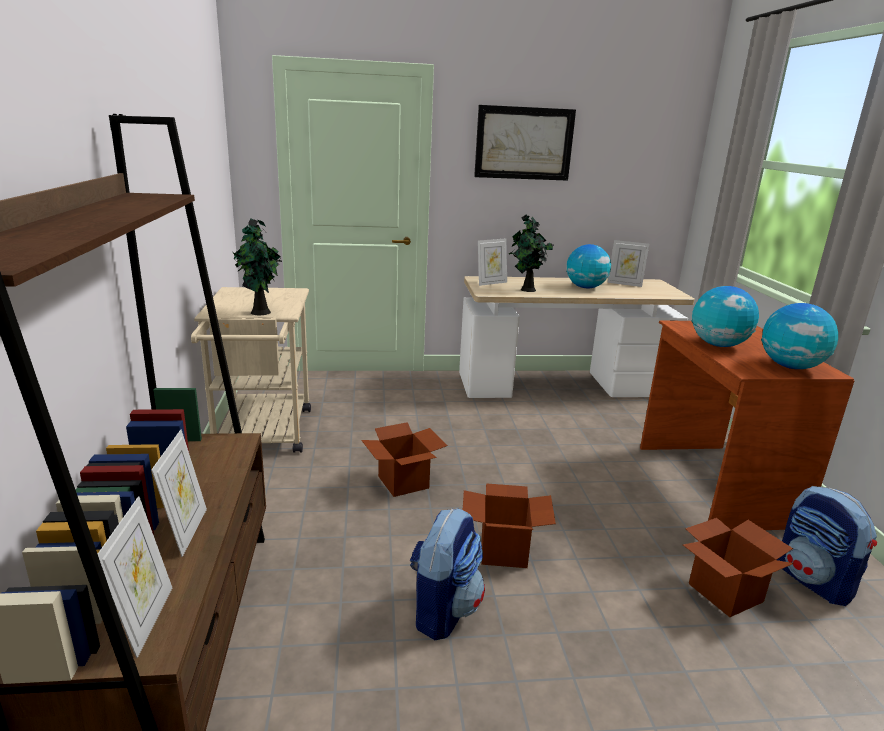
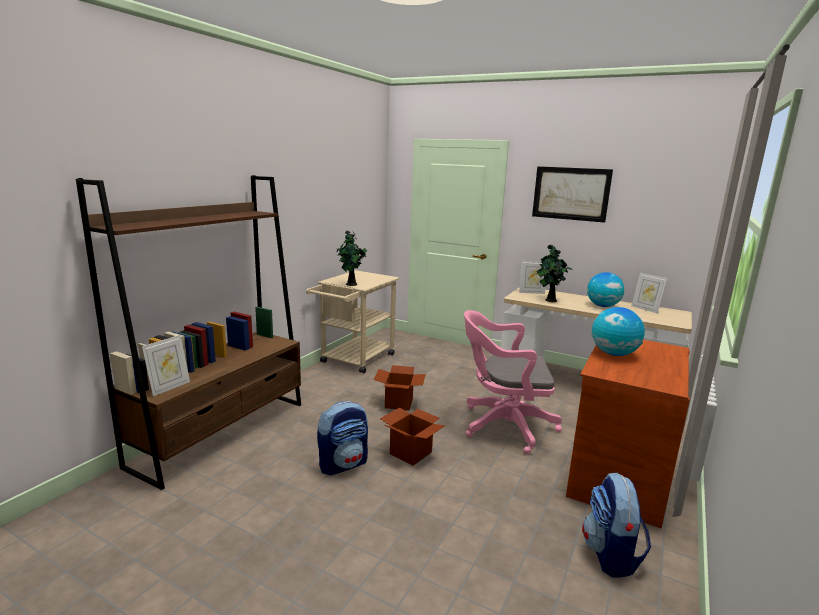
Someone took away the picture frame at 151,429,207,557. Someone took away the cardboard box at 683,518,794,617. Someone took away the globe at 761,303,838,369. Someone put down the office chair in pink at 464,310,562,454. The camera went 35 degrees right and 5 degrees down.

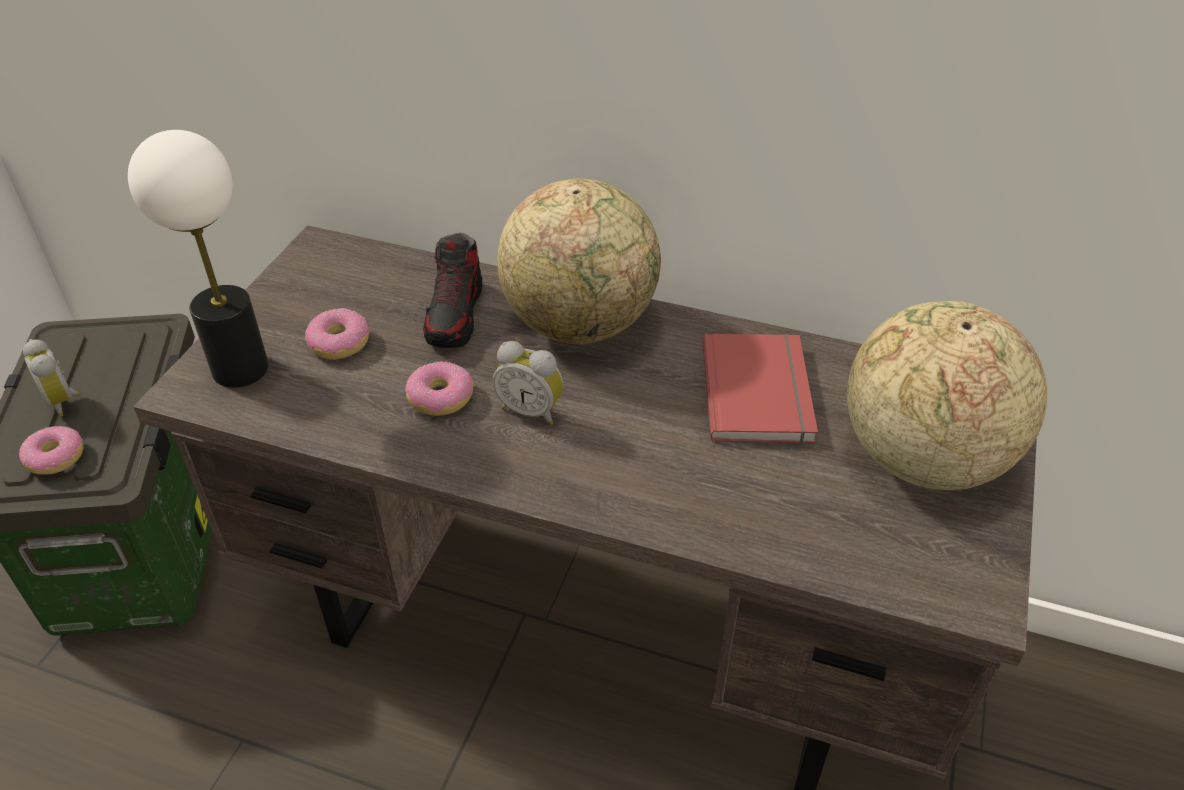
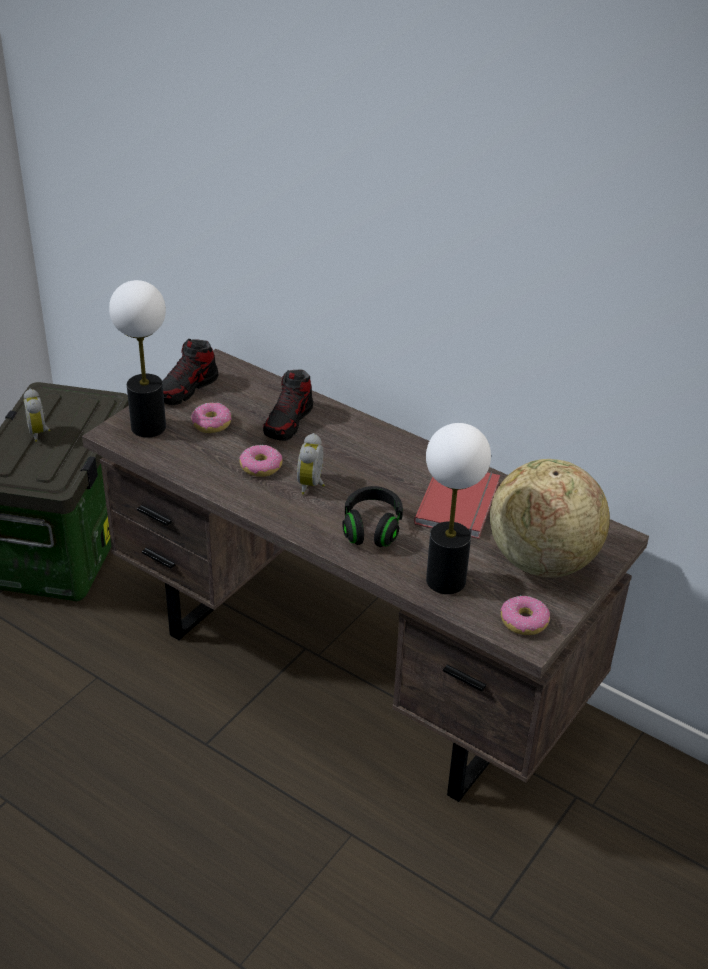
Someone carried the donut from 19,426,84,475 to 500,596,550,635. Someone rotated the alarm clock at 492,341,564,425 by 60 degrees clockwise. Someone took away the globe at 497,179,661,344. Someone put down the shoe at 162,339,218,405. Someone put down the headphones in black at 342,486,403,547. Someone put down the table lamp at 426,423,491,594. The camera went 15 degrees right and 5 degrees down.

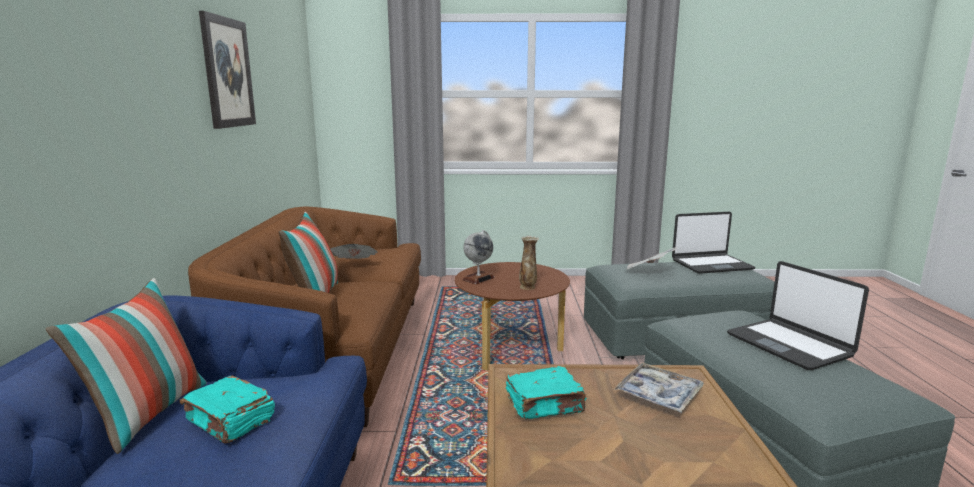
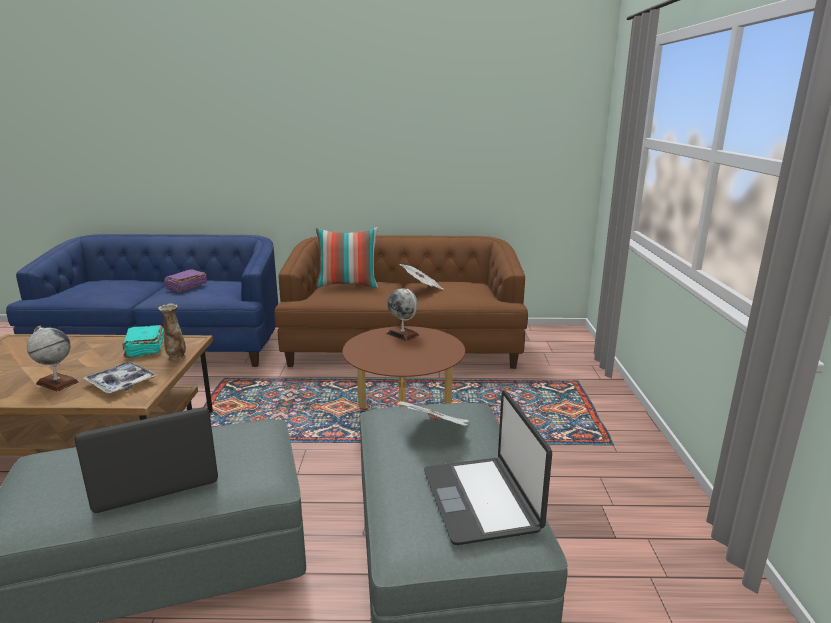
Someone took away the pillow at 46,278,207,454. Someone repainted the book in turquoise at 180,376,275,443, which became the book in purple at 164,269,207,292. Someone took away the picture at 199,11,256,129. Someone carried the vase from 519,236,539,290 to 158,303,186,362. Someone put down the globe at 27,325,79,391. The camera went 90 degrees right and 5 degrees up.

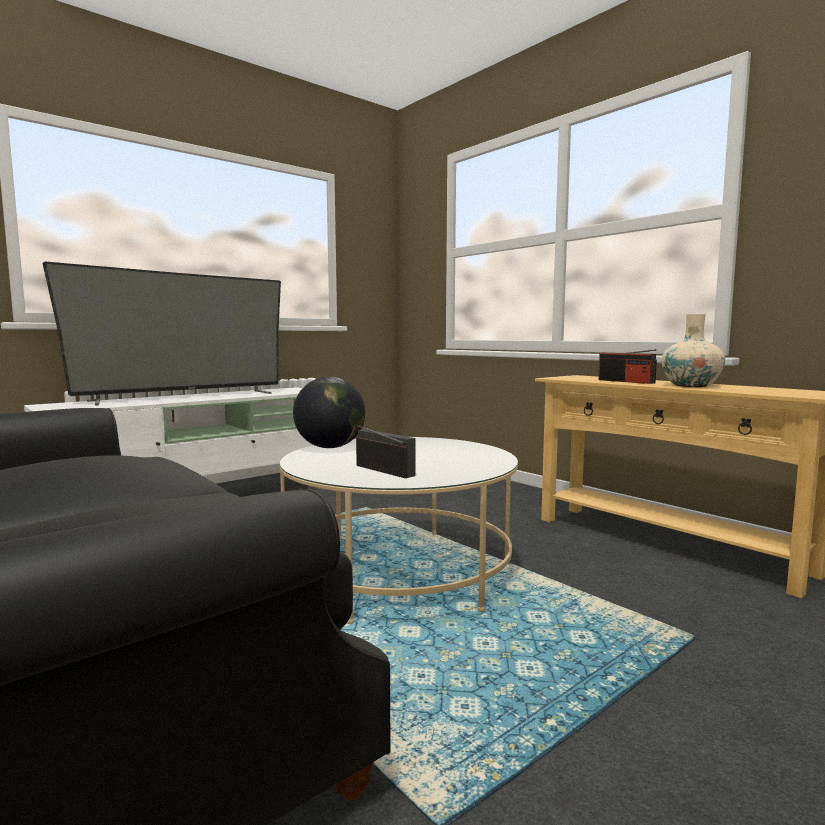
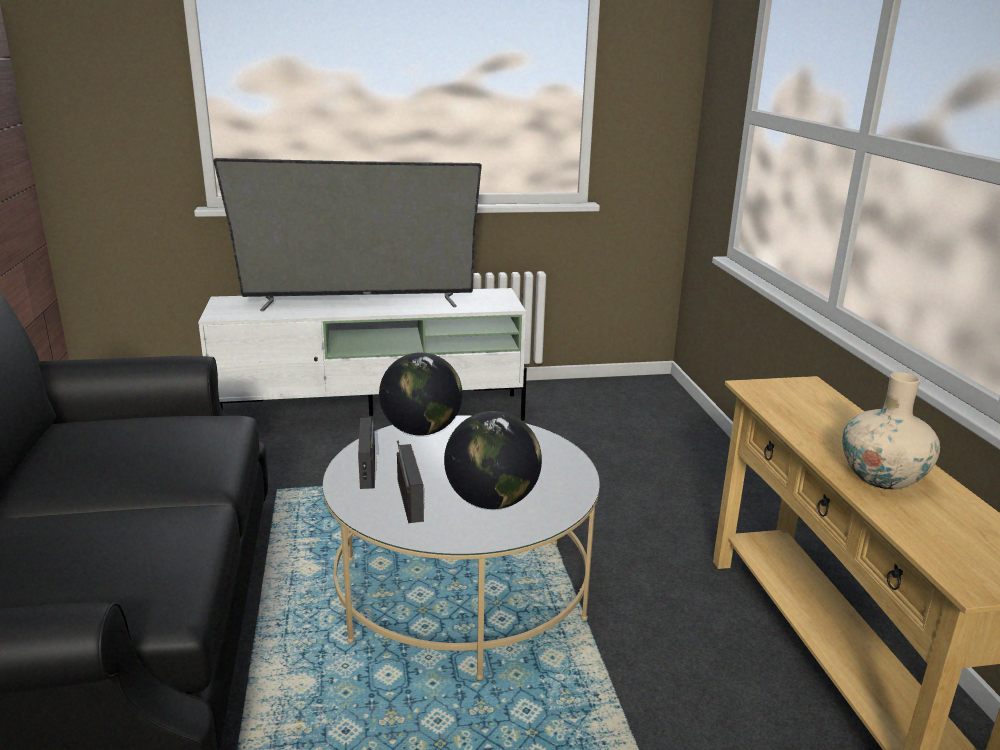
Someone carried the radio from 598,349,657,384 to 358,417,375,489. Someone put down the globe at 444,411,542,509. The camera went 30 degrees right and 15 degrees up.

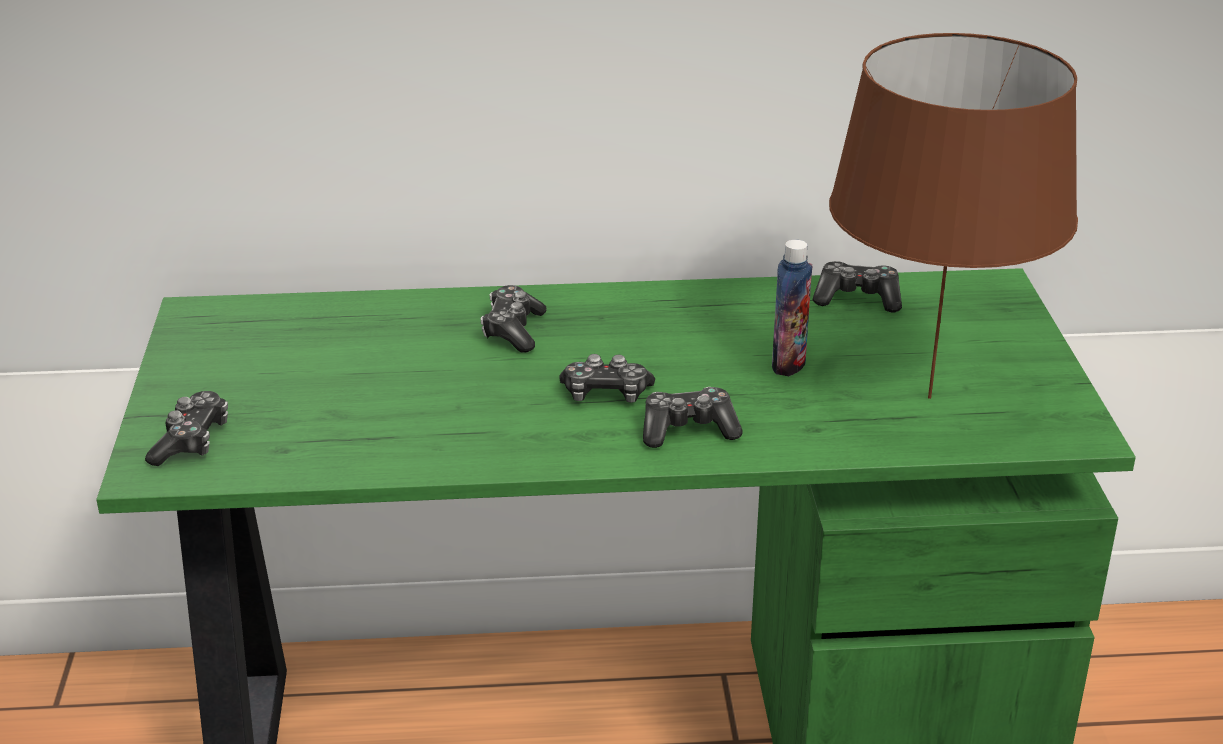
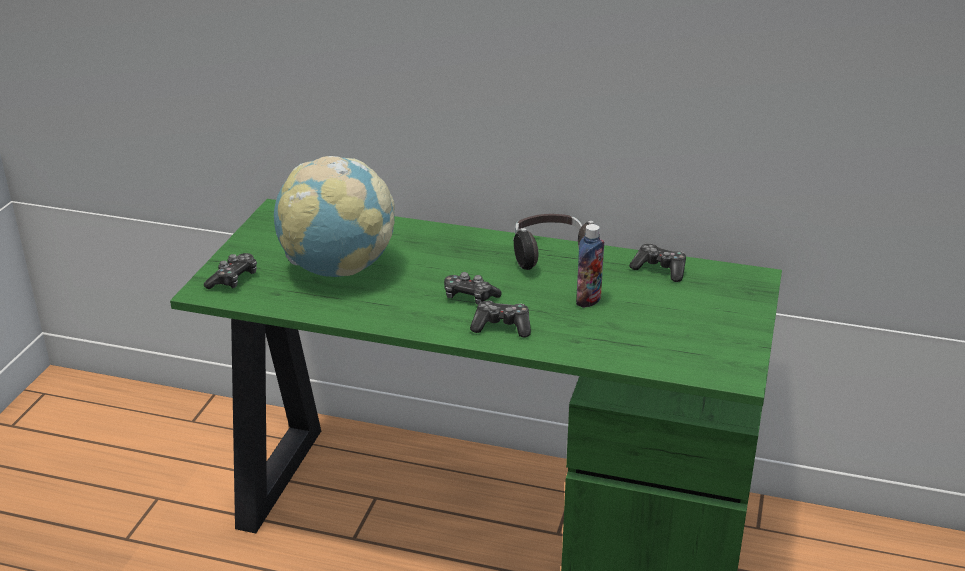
Someone took away the game controller at 480,285,547,353. Someone took away the table lamp in brown at 829,33,1078,399. Someone put down the globe at 274,156,395,277. Someone put down the headphones at 513,214,594,270. The camera went 20 degrees right and 0 degrees up.

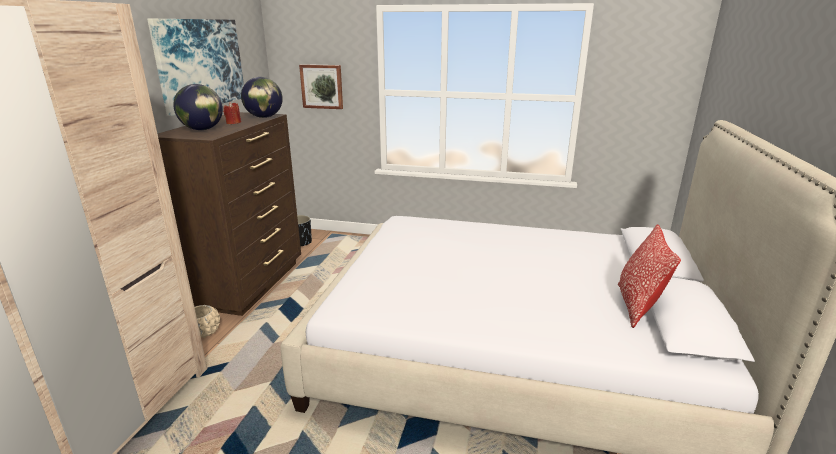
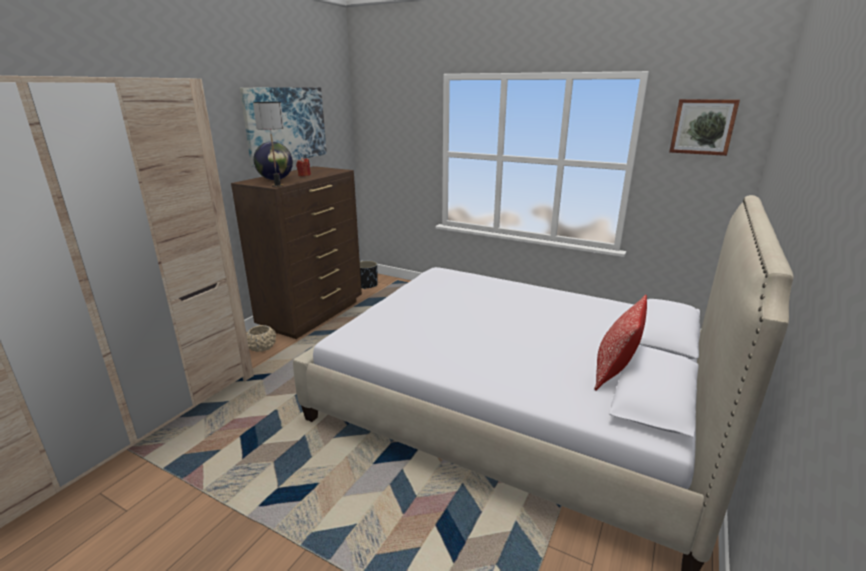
Someone took away the globe at 241,77,283,118. Someone carried the picture from 299,64,343,109 to 669,99,740,156. Someone put down the table lamp at 253,102,284,187. The camera went 15 degrees right and 0 degrees up.

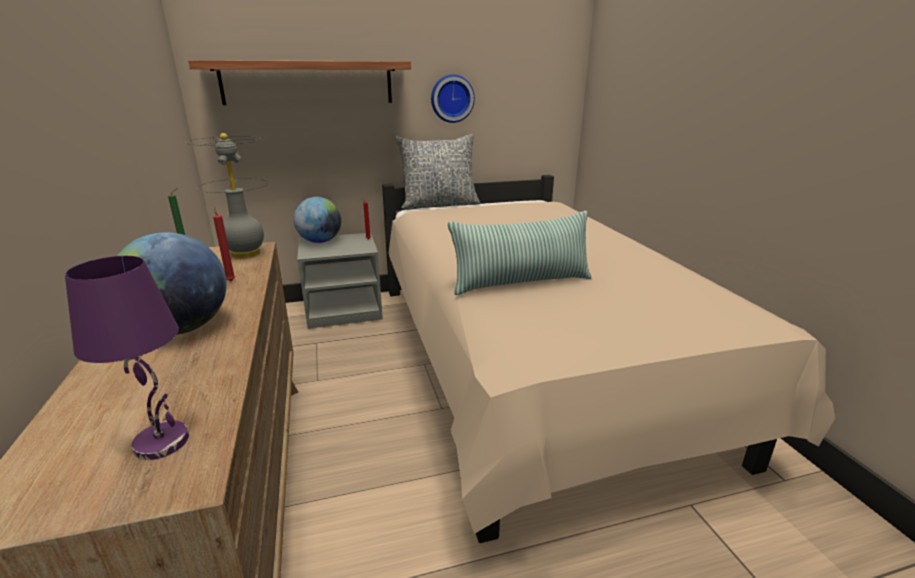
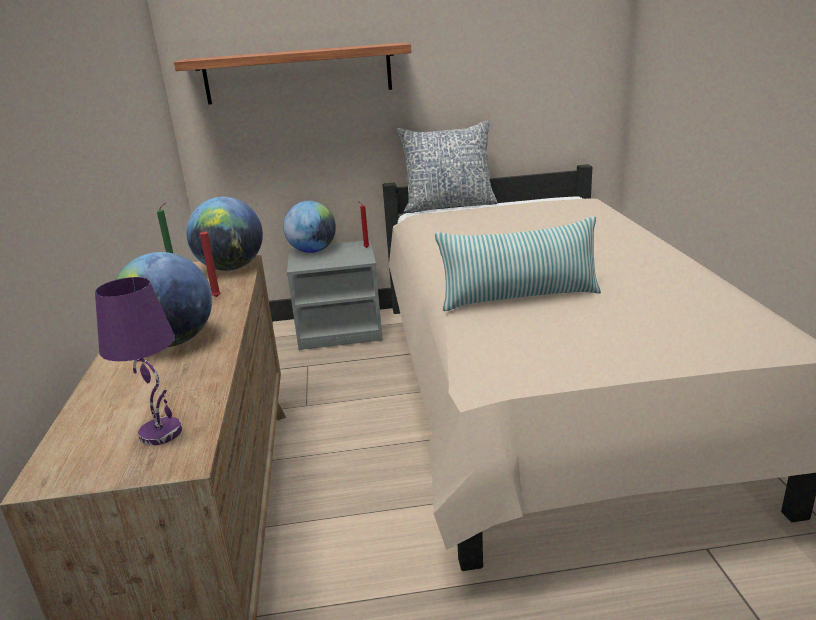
Someone swapped the table lamp in grey at 186,133,268,258 for the globe at 186,197,263,271. Someone took away the wall clock at 431,74,475,123. The camera went 10 degrees right and 0 degrees up.

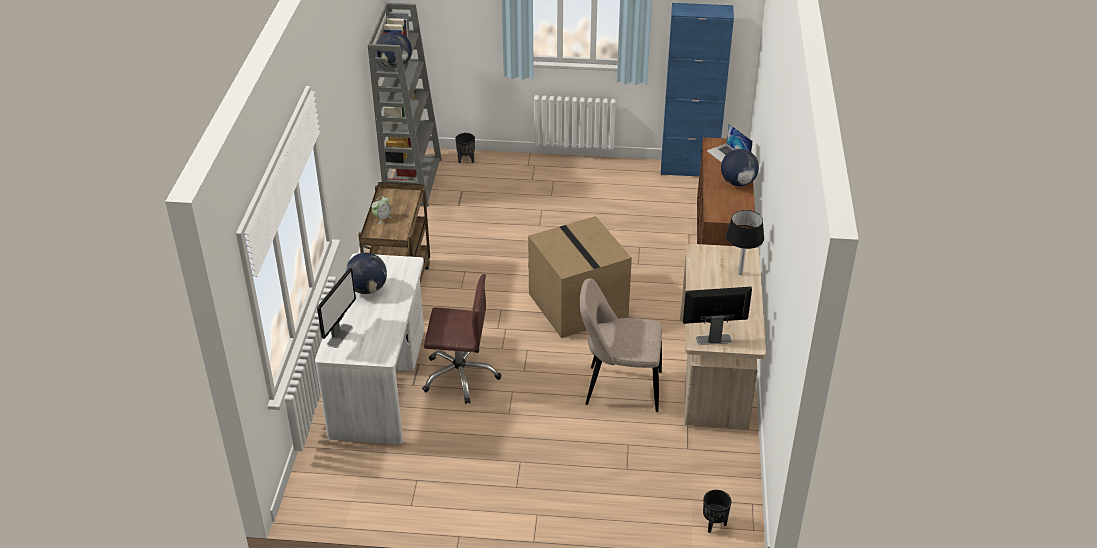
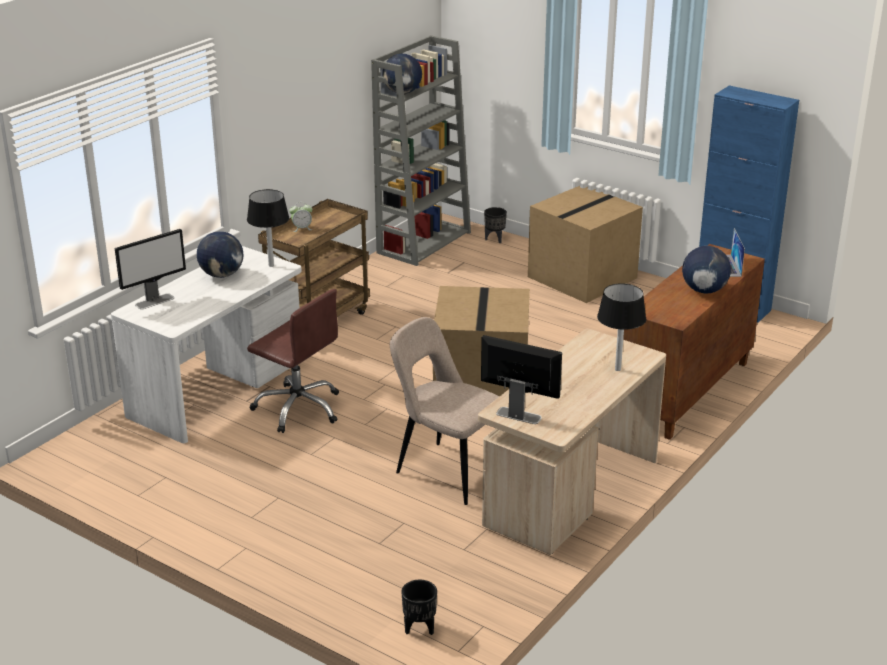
Someone put down the table lamp in black at 247,189,289,267. Someone put down the cardboard box at 528,186,643,303. The camera went 30 degrees right and 10 degrees down.

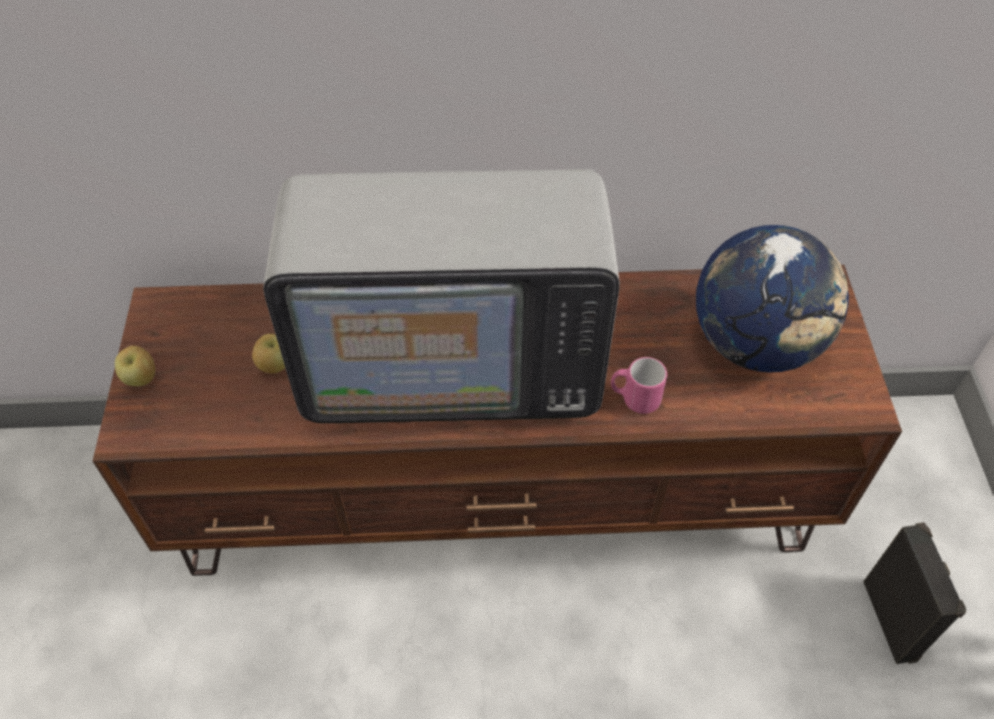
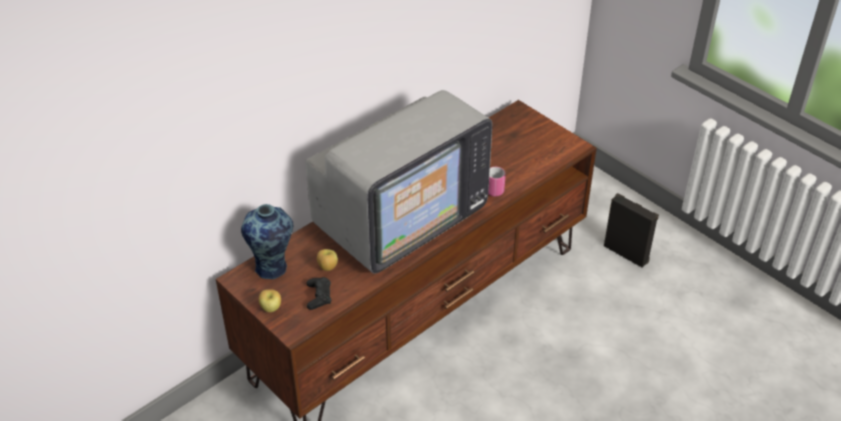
Someone took away the globe at 696,225,849,372. Someone put down the vase at 241,204,293,279. Someone put down the game controller in black at 306,277,331,310. The camera went 40 degrees left and 10 degrees down.

